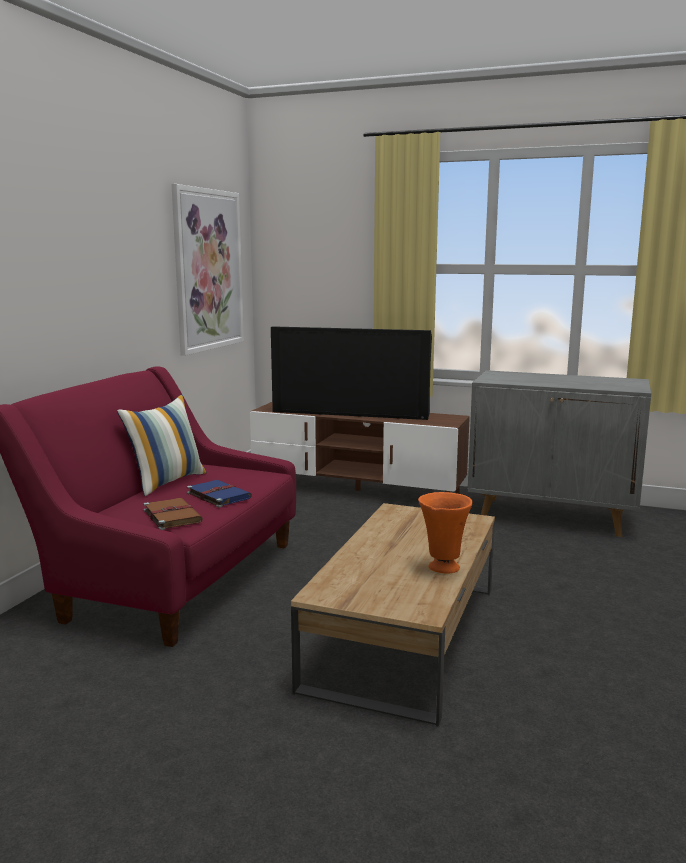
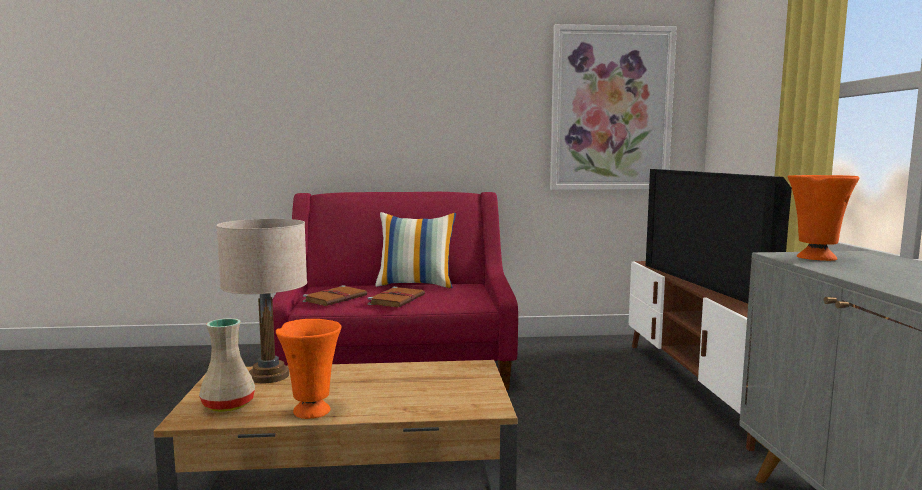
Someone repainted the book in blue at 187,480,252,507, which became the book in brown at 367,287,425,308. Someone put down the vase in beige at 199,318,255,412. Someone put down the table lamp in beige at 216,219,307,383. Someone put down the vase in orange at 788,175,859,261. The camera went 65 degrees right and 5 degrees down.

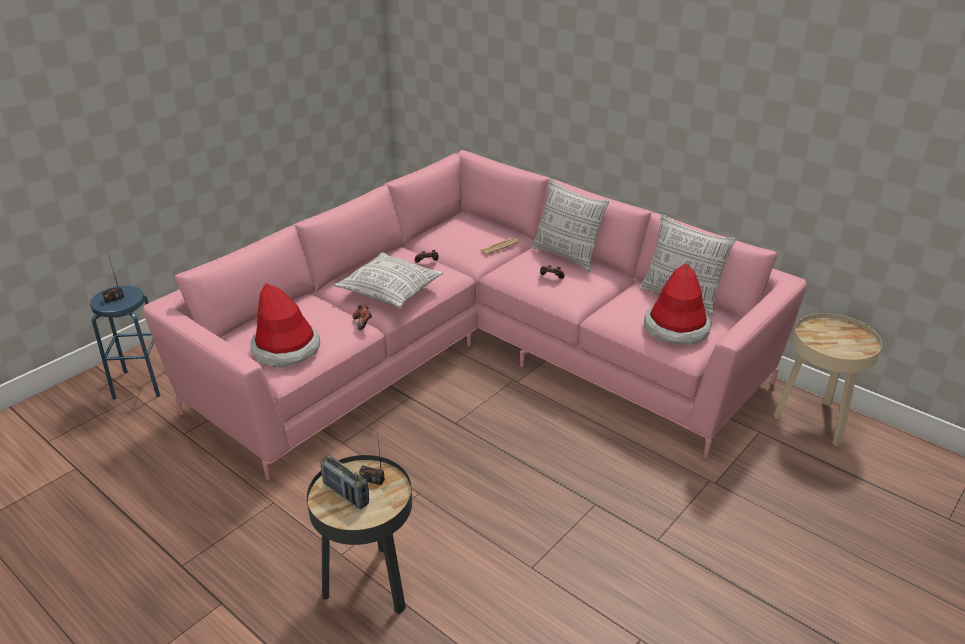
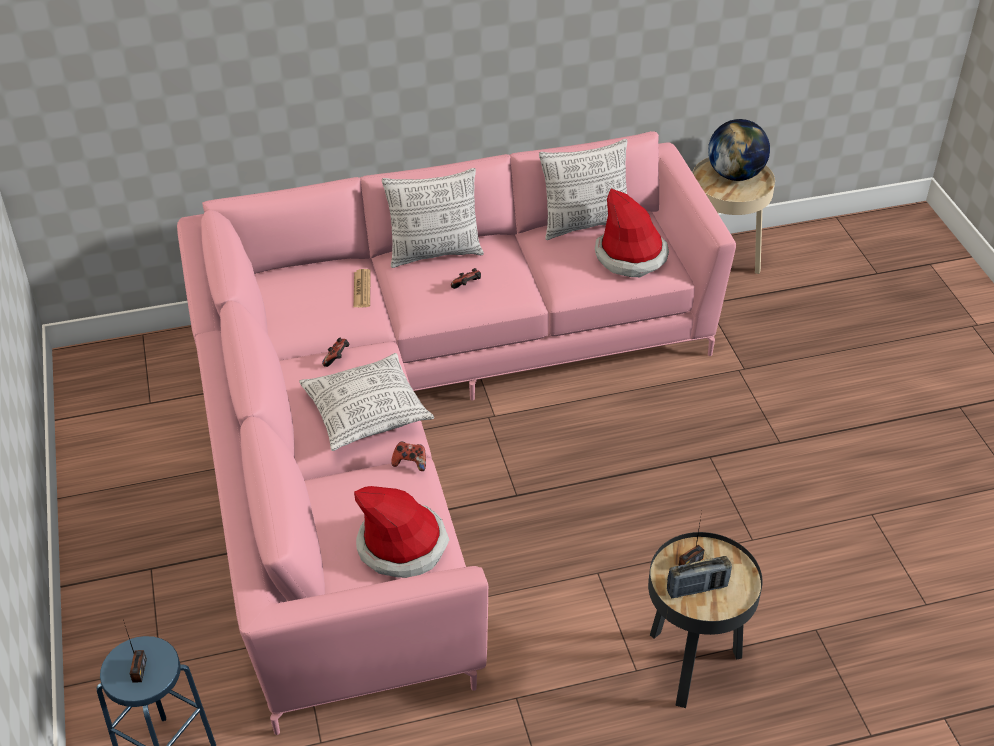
Someone put down the globe at 708,119,770,181. The camera went 55 degrees left and 10 degrees up.

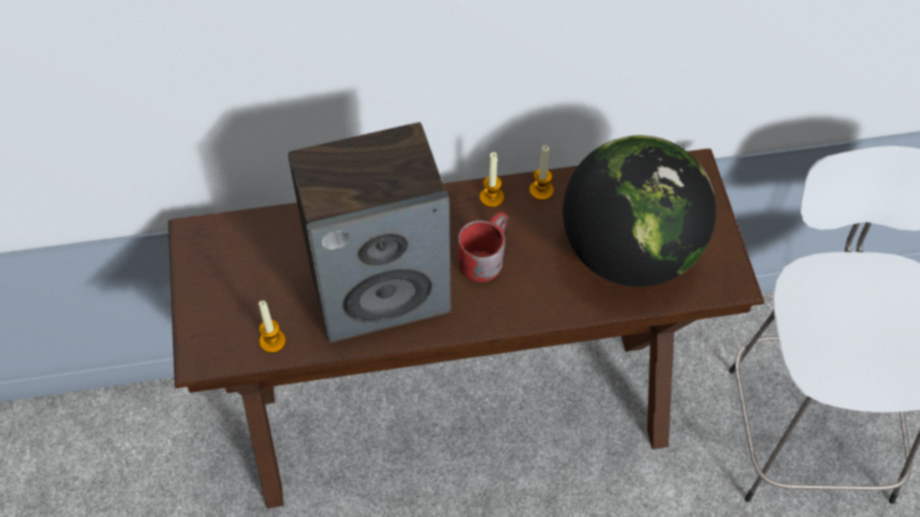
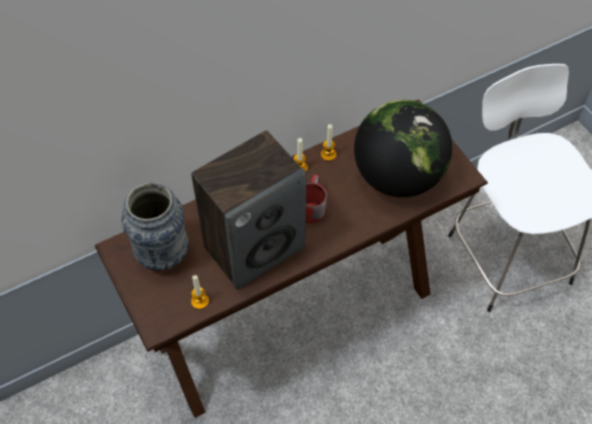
Someone put down the vase at 121,182,189,271. The camera went 20 degrees left and 0 degrees up.

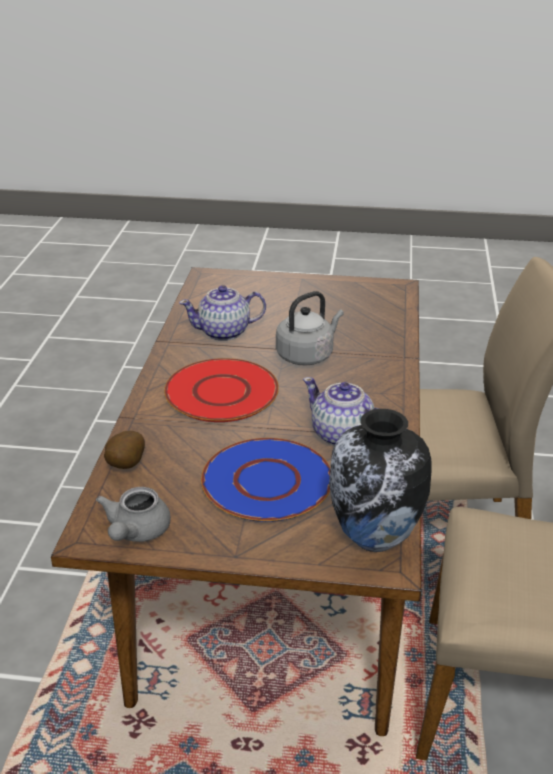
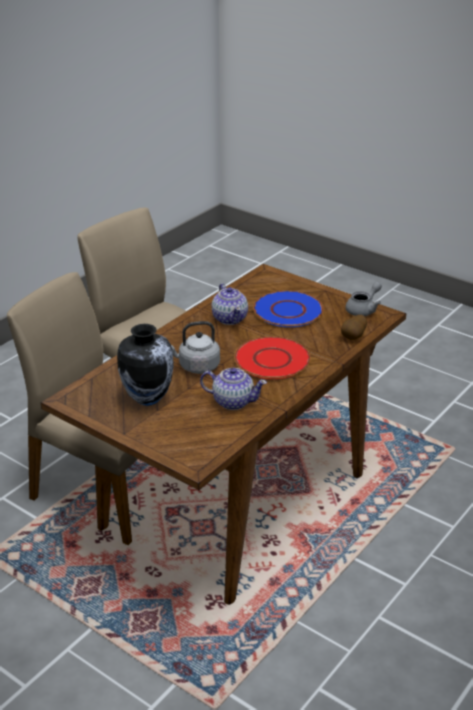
Someone carried the vase from 329,409,432,552 to 117,324,174,406. The camera went 150 degrees left and 0 degrees up.

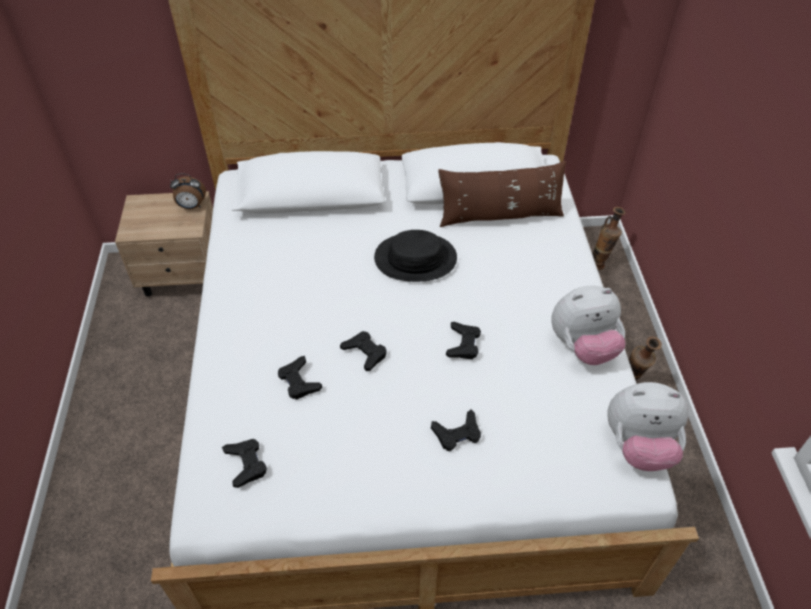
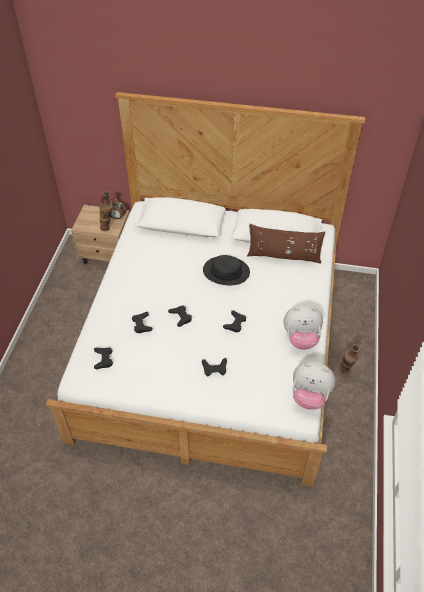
Someone carried the vase from 593,207,626,270 to 99,191,113,231. The camera went 15 degrees right and 0 degrees up.

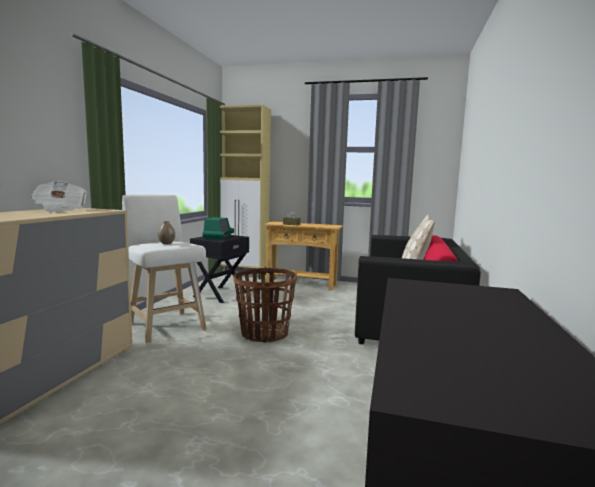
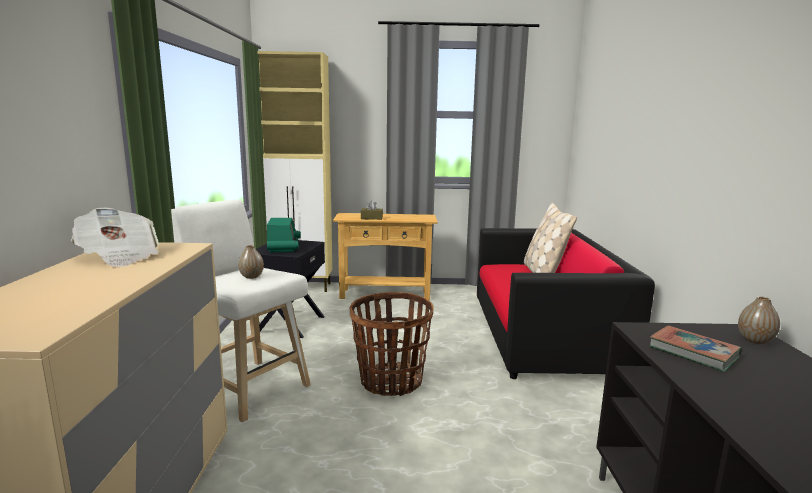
Someone put down the book at 649,326,742,372. Someone put down the vase at 738,296,780,344. The camera went 15 degrees left and 5 degrees up.

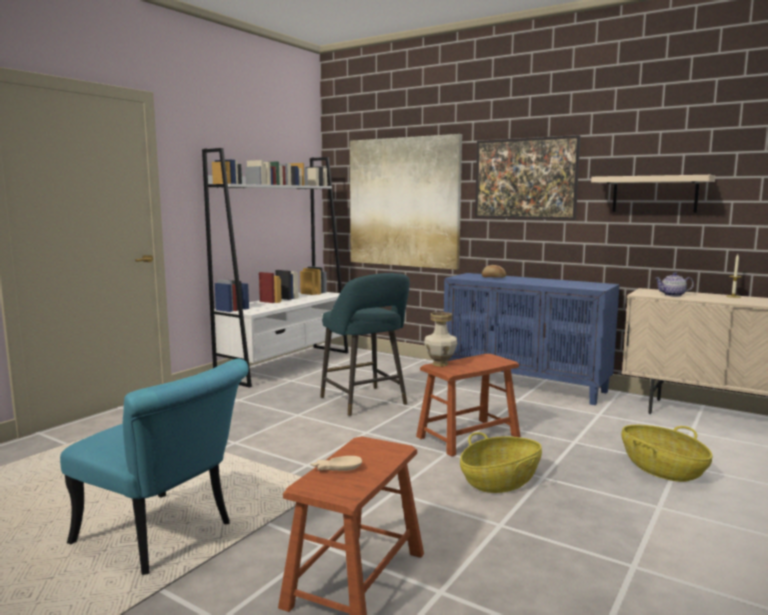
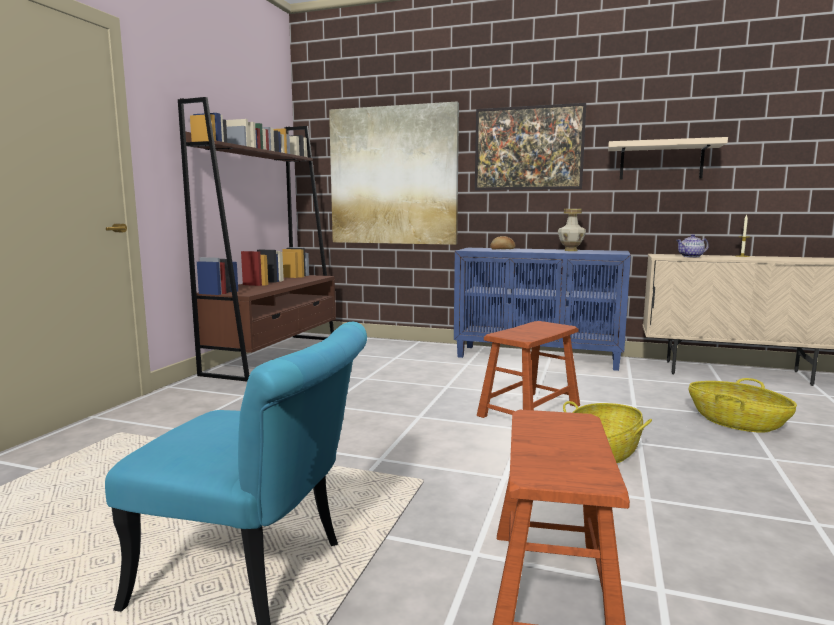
Someone repainted the bookcase in white at 202,148,348,388, which became the bookcase in brown at 178,97,336,382. Someone took away the bowl in beige at 310,456,362,471. Someone took away the stool in turquoise at 321,273,410,416. Someone carried the vase from 424,312,457,366 to 558,209,586,251. The camera went 15 degrees left and 0 degrees up.

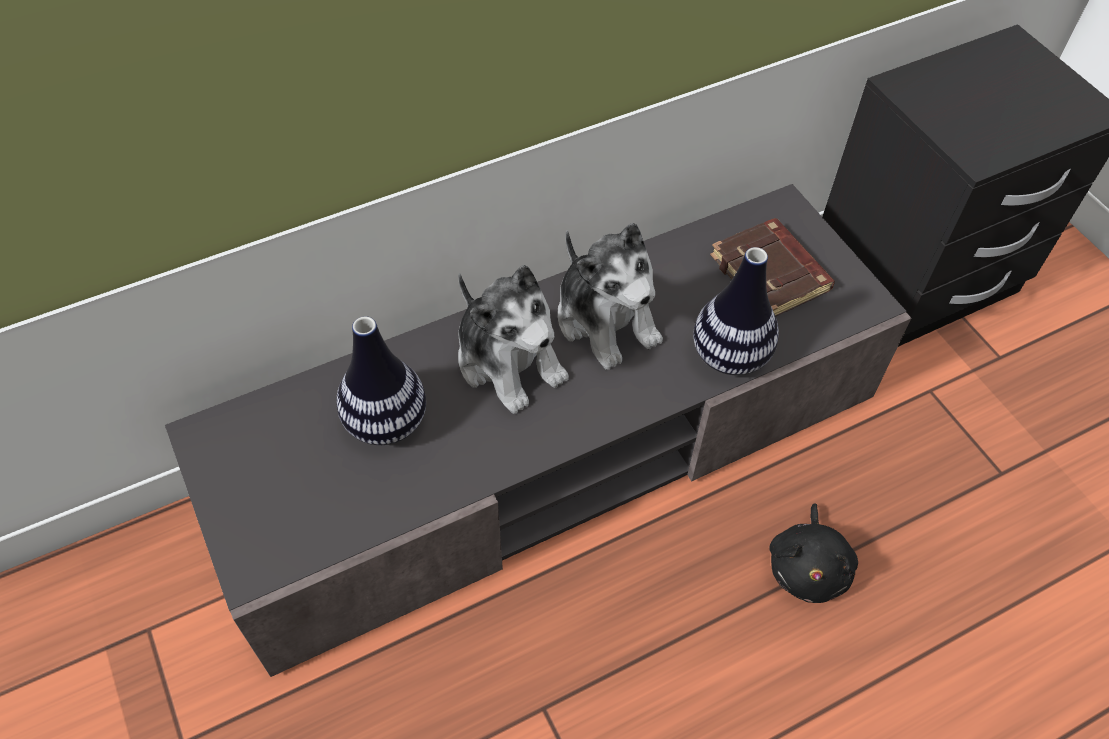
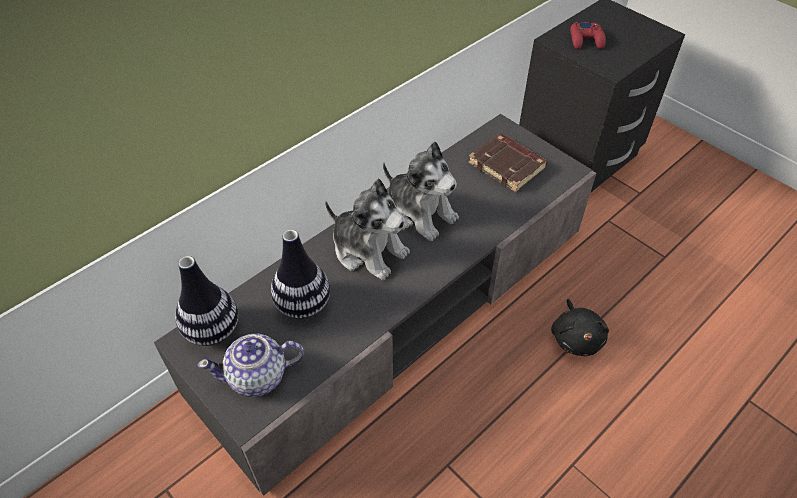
Someone carried the vase from 693,247,779,375 to 175,256,238,346. Someone put down the teapot at 198,334,304,397. Someone put down the game controller in red at 570,22,606,49. The camera went 15 degrees left and 5 degrees down.

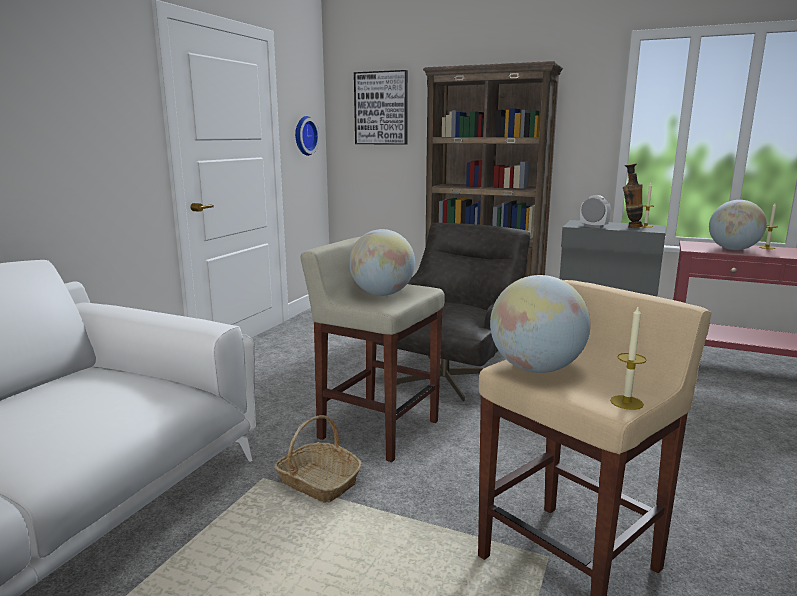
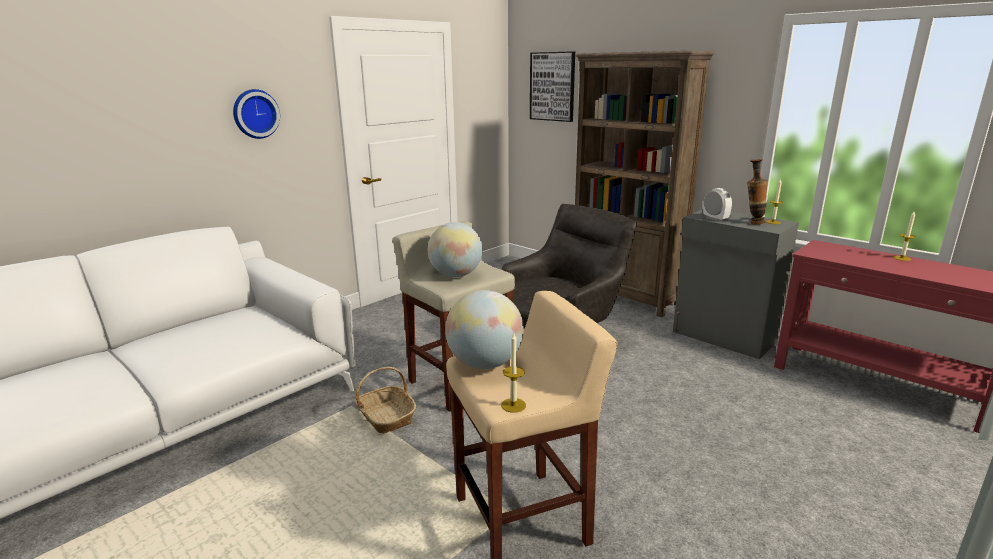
Someone carried the wall clock from 295,116,319,156 to 233,89,280,139. Someone took away the globe at 709,200,767,250. The camera went 20 degrees right and 5 degrees up.

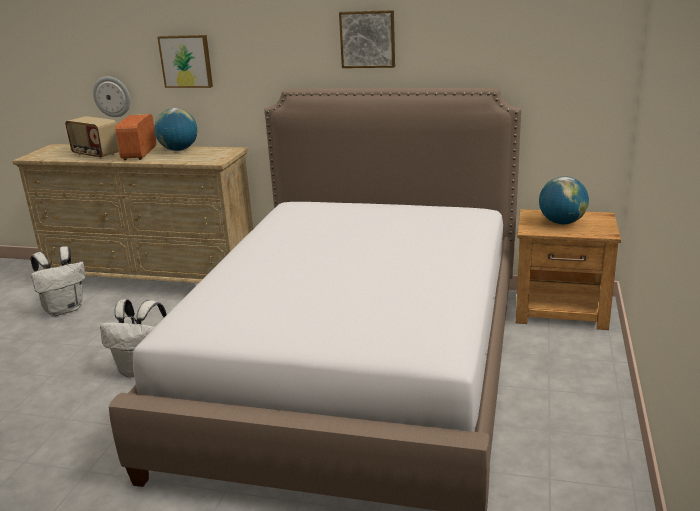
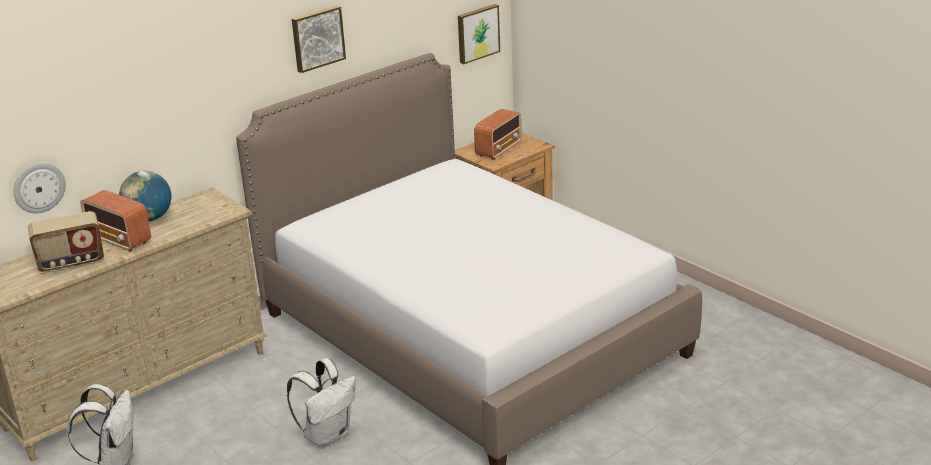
Someone carried the picture from 157,35,213,88 to 458,4,500,64. Someone swapped the globe at 539,176,589,224 for the radio at 474,109,521,160. The camera went 55 degrees left and 5 degrees up.

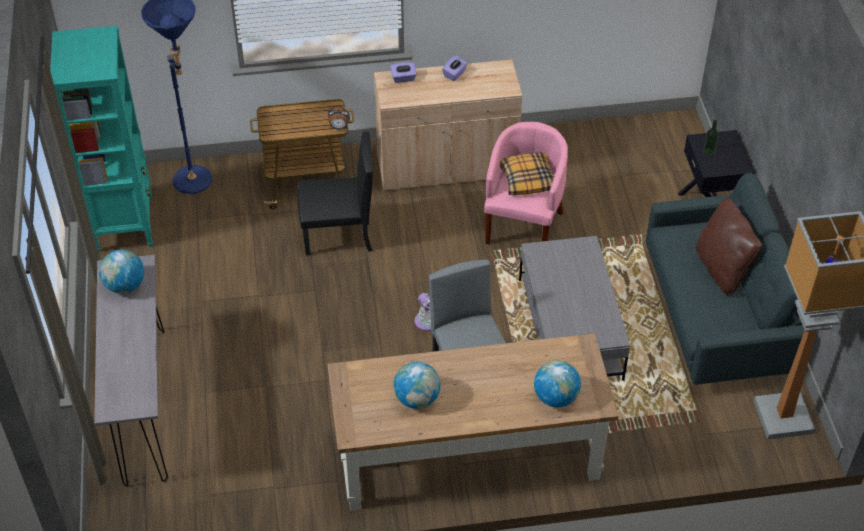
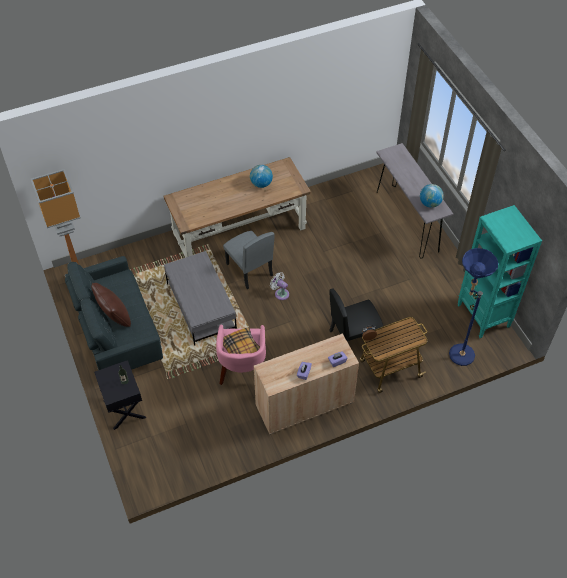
Someone took away the globe at 534,360,581,407. The camera went 165 degrees right and 5 degrees up.

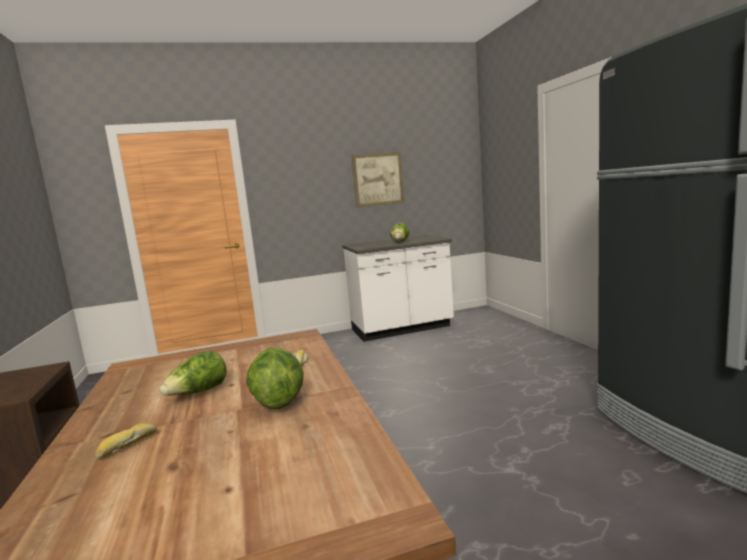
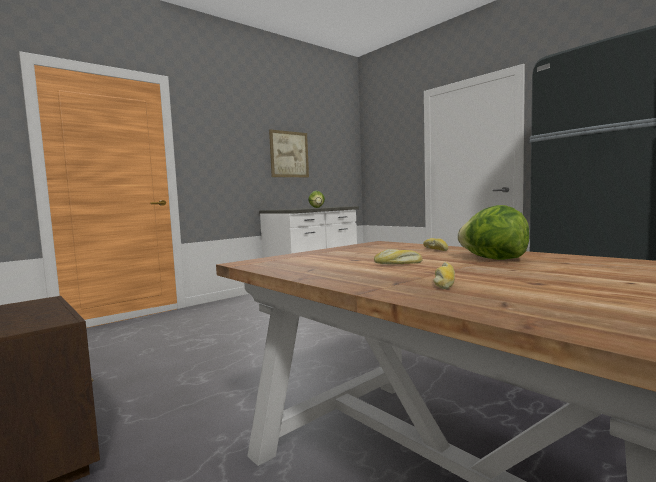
Someone swapped the lettuce at 160,350,227,396 for the bread at 374,249,422,264. The camera went 25 degrees left and 5 degrees down.

